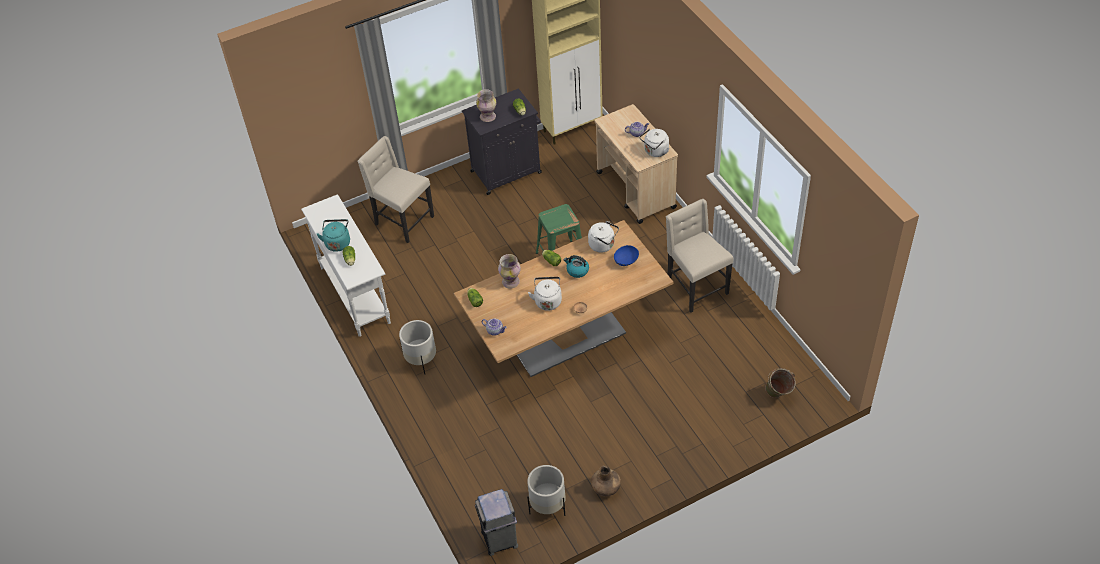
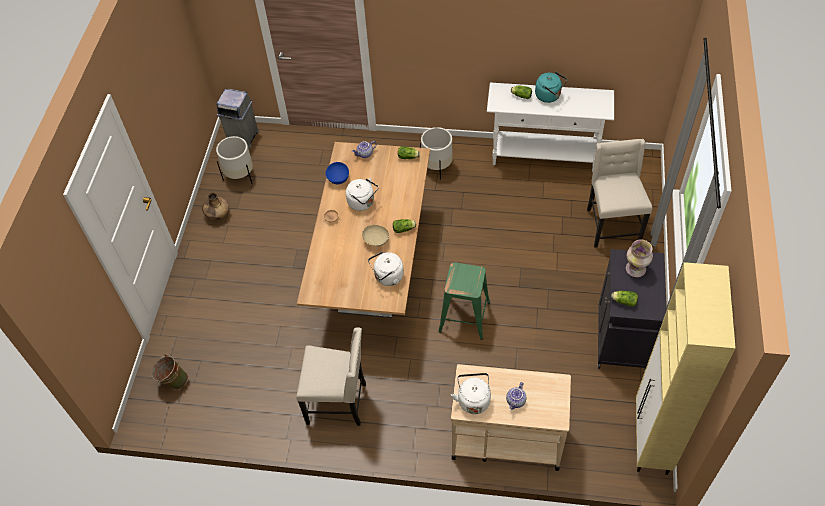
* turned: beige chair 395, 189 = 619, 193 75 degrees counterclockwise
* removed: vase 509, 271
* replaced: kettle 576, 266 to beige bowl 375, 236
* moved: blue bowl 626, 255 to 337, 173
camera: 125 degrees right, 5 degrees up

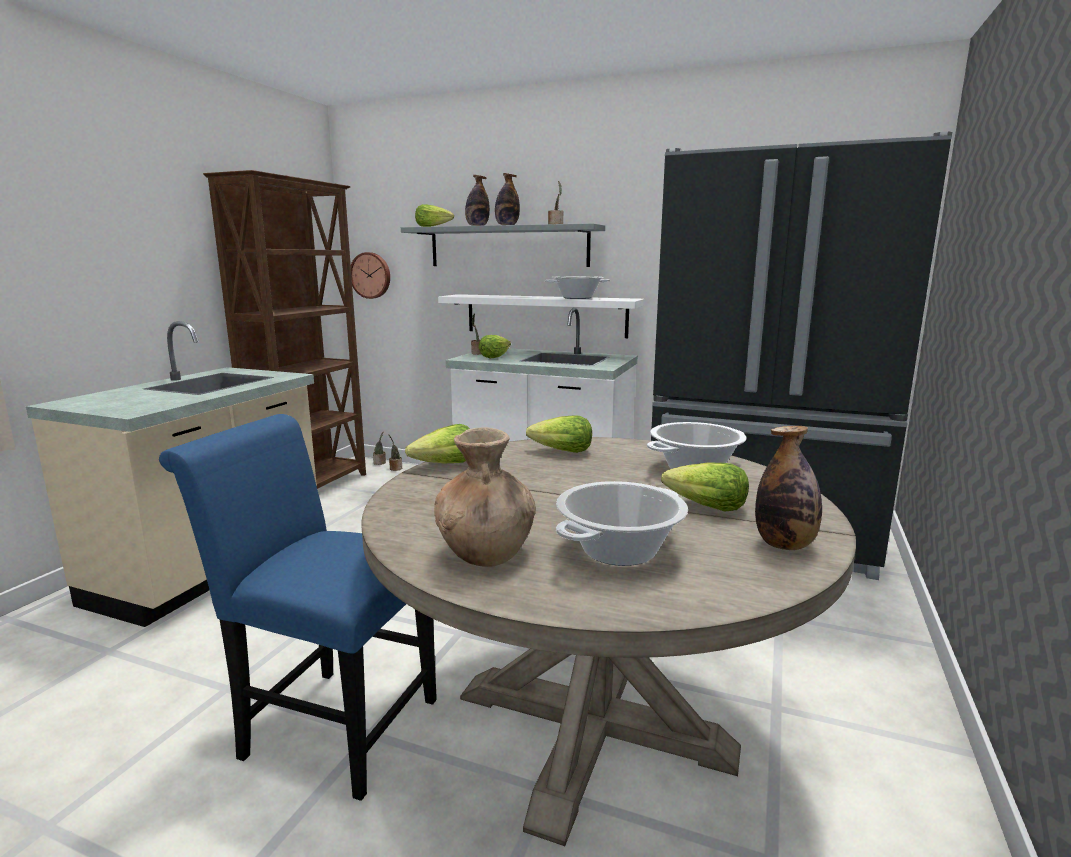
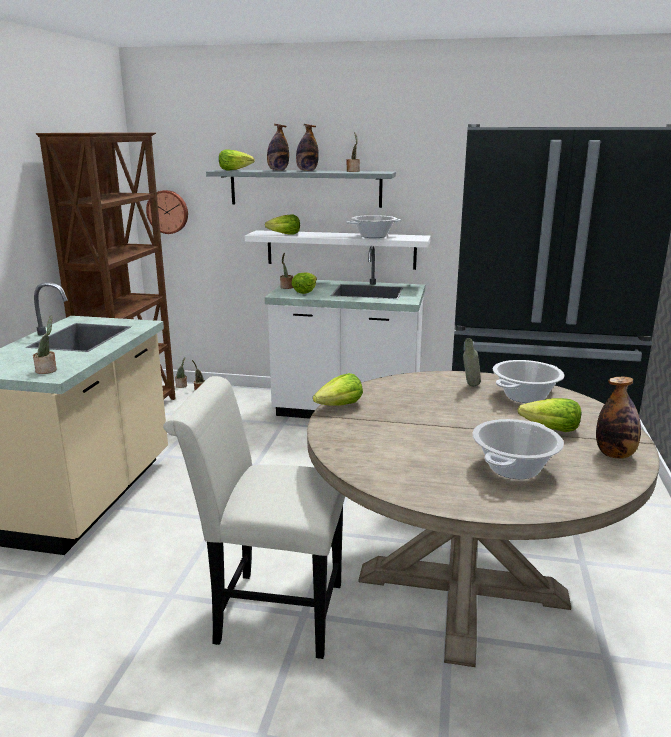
* recoloured: blue chair 298, 607 to white chair 254, 517
* removed: brown vase 485, 497
* moved: lettuce 559, 434 to 282, 225
* added: potted plant 45, 345
* added: grey bottle 472, 362
camera: 10 degrees left, 5 degrees up

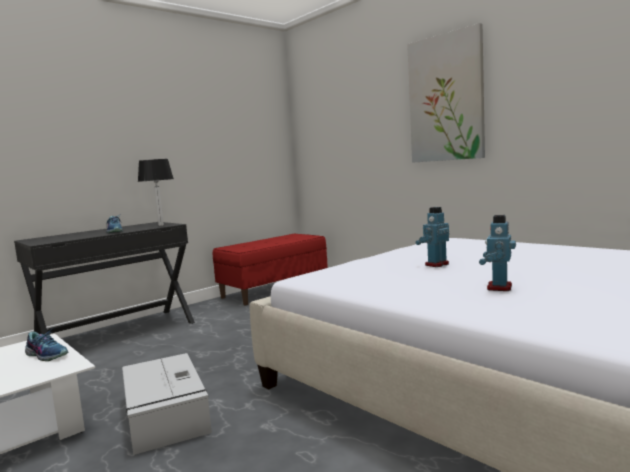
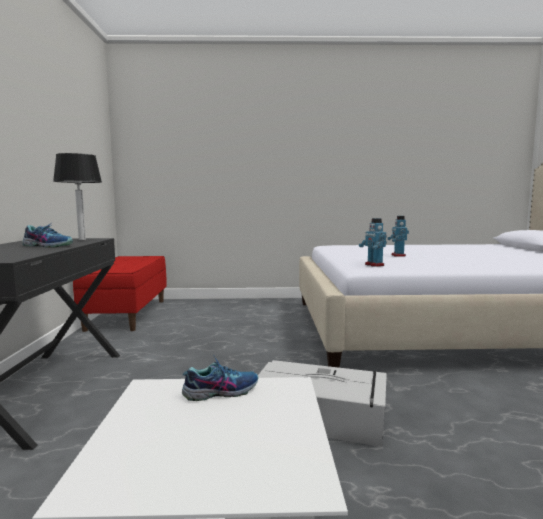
* removed: picture 446, 93
* moved: toy robot 497, 253 to 373, 242
camera: 50 degrees left, 0 degrees up

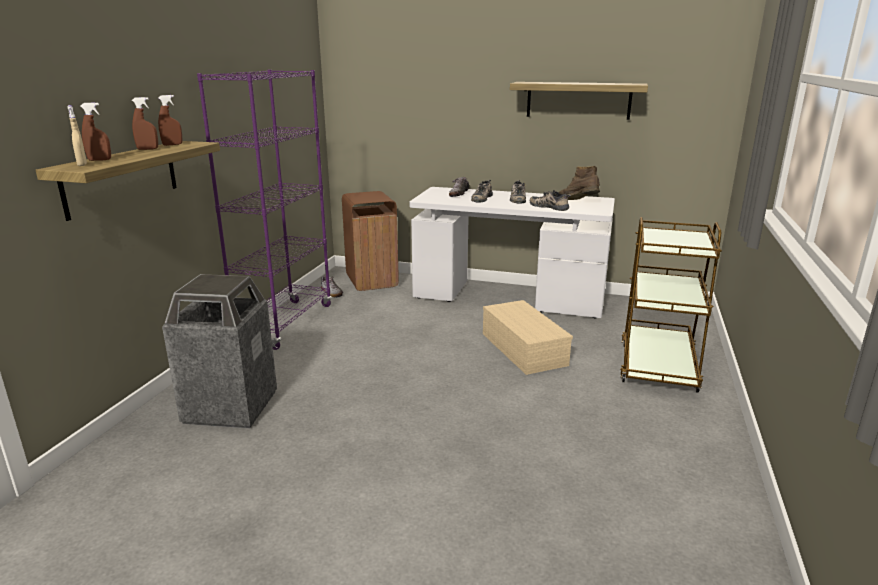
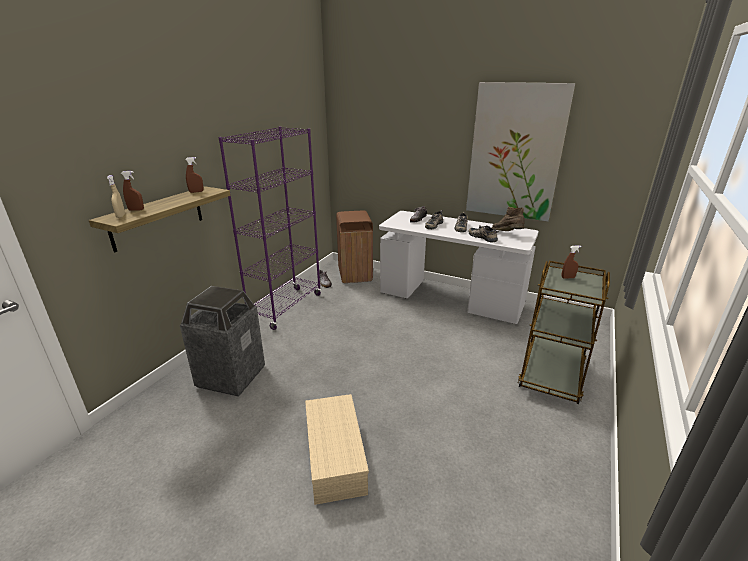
* moved: brown spray bottle 145, 123 to 571, 261
* moved: beige storage box 528, 337 to 337, 449
* replaced: shelf 579, 101 to picture 520, 151
camera: 10 degrees right, 5 degrees up

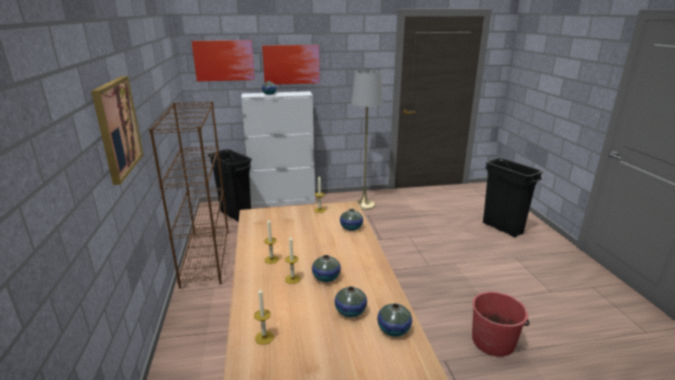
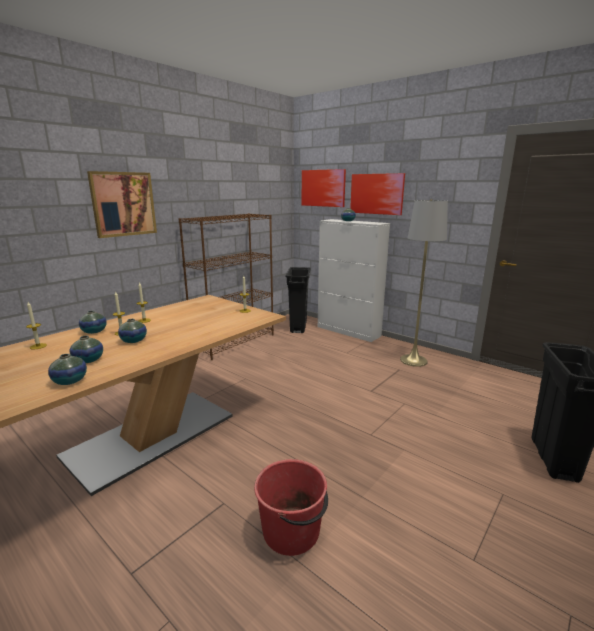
* moved: vase 351, 220 to 93, 322
camera: 50 degrees right, 5 degrees down

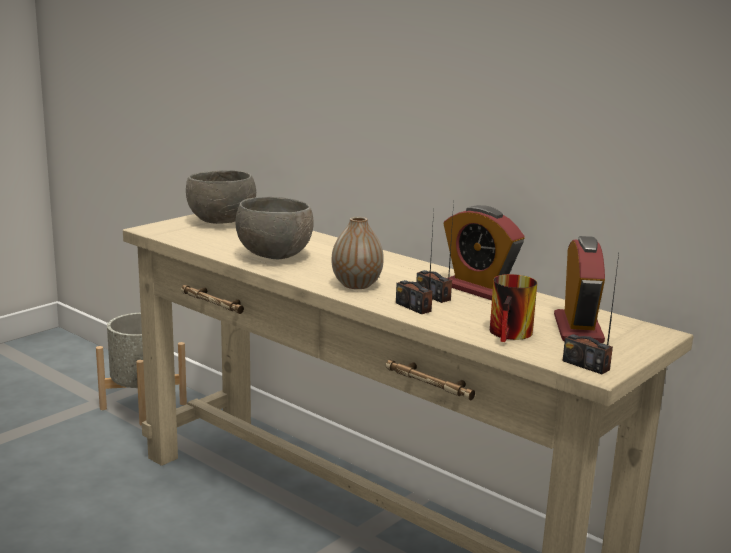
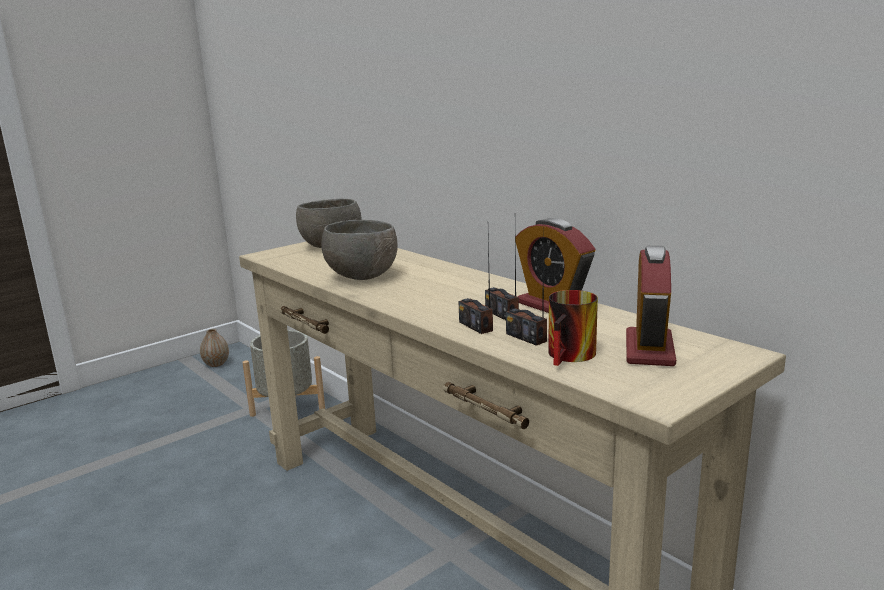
* moved: vase 358, 253 to 214, 348
* moved: radio 591, 314 to 526, 286
camera: 10 degrees right, 0 degrees up

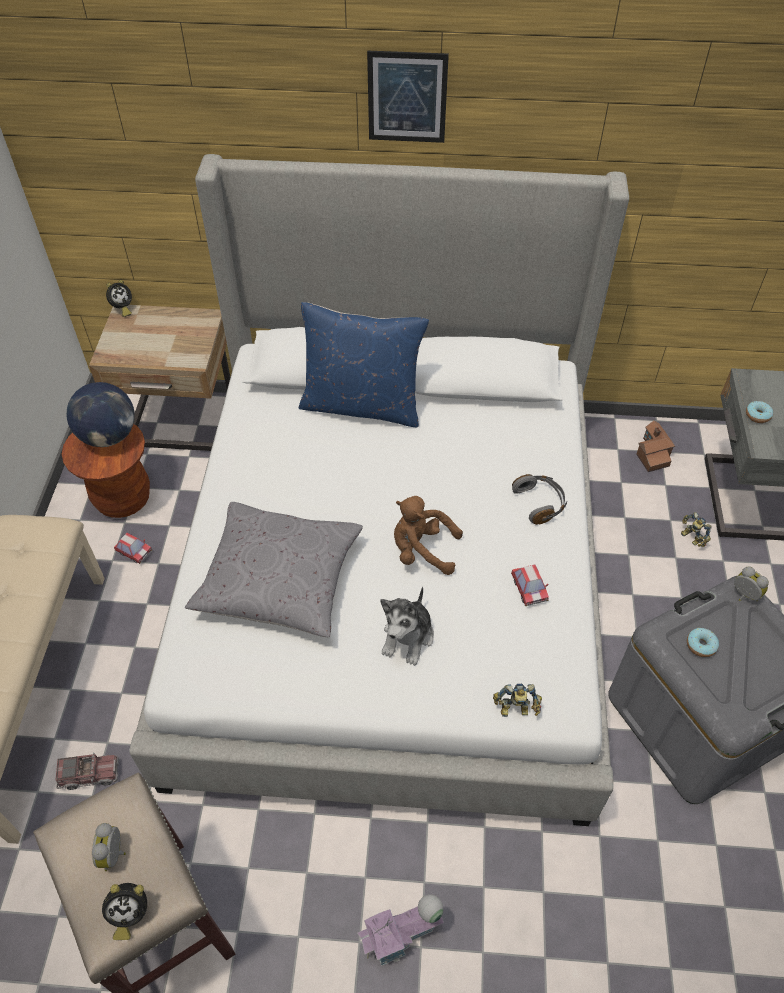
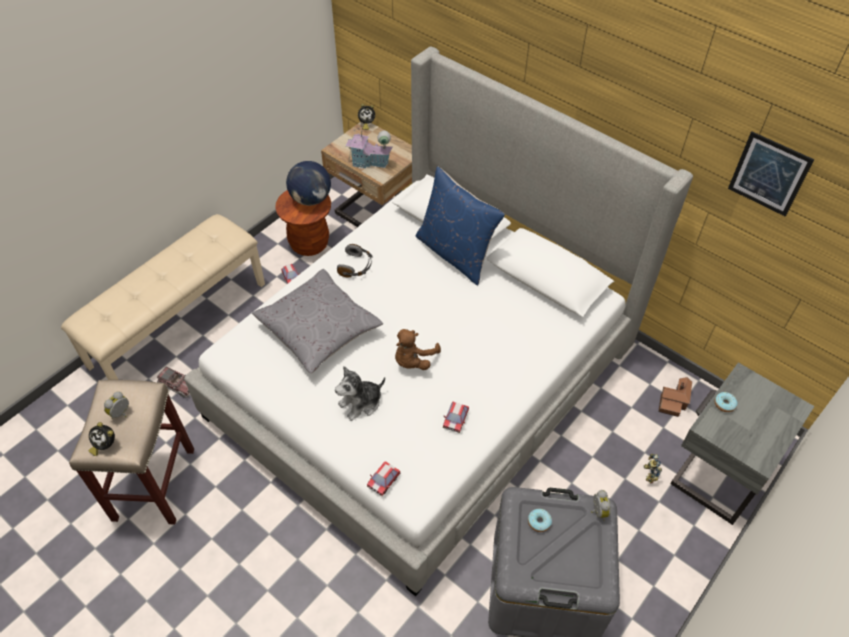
* moved: toy house 400, 930 to 369, 148
* moved: picture 408, 96 to 771, 174
* turned: brown plush toy 428, 535 = 418, 349 105 degrees counterclockwise
* replaced: toy robot 517, 700 to toy car 384, 478
* moved: grey headphones 539, 499 to 355, 261
camera: 35 degrees right, 0 degrees up

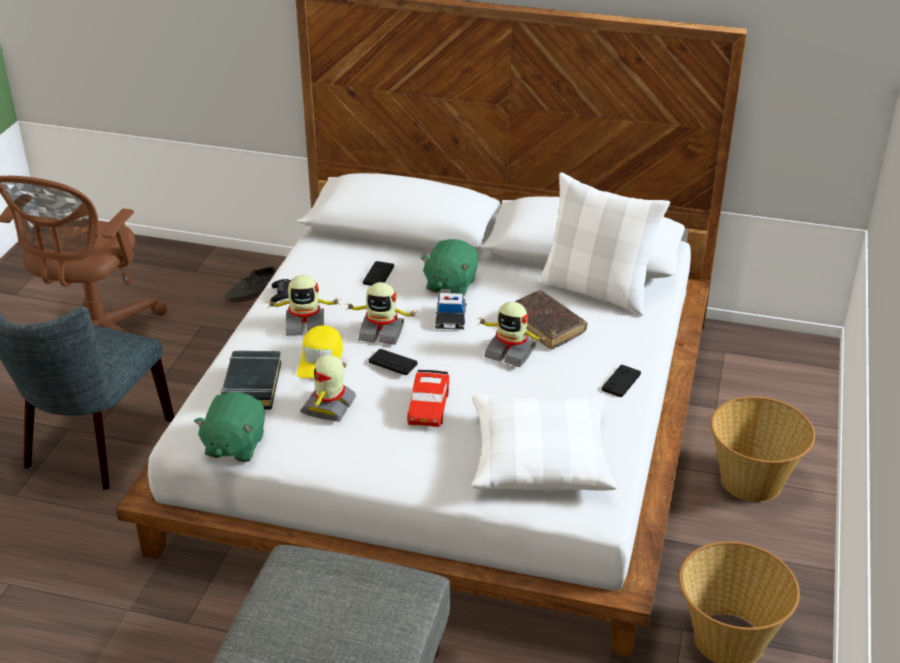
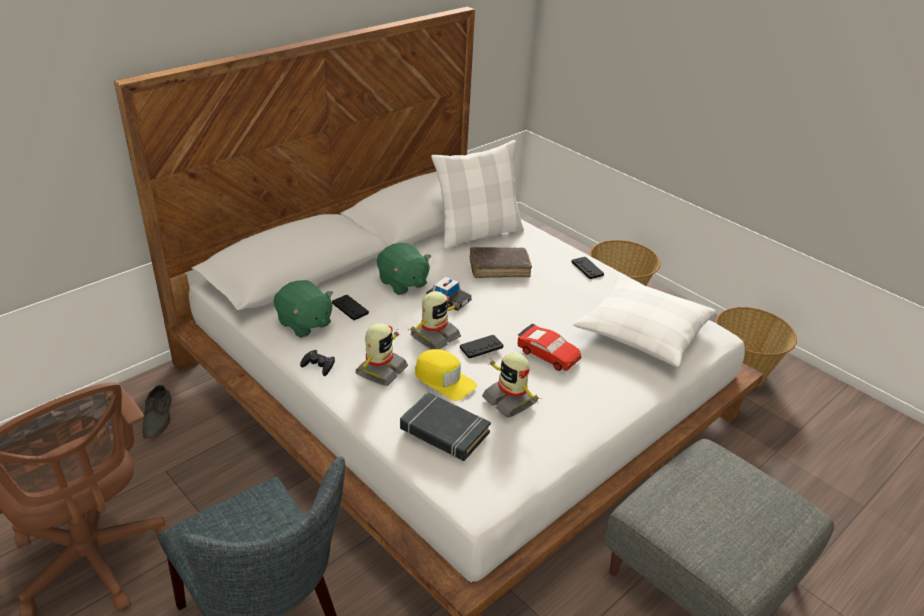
* moved: green plush toy 229, 427 to 303, 309
* removed: toy robot 512, 334
camera: 60 degrees left, 0 degrees up

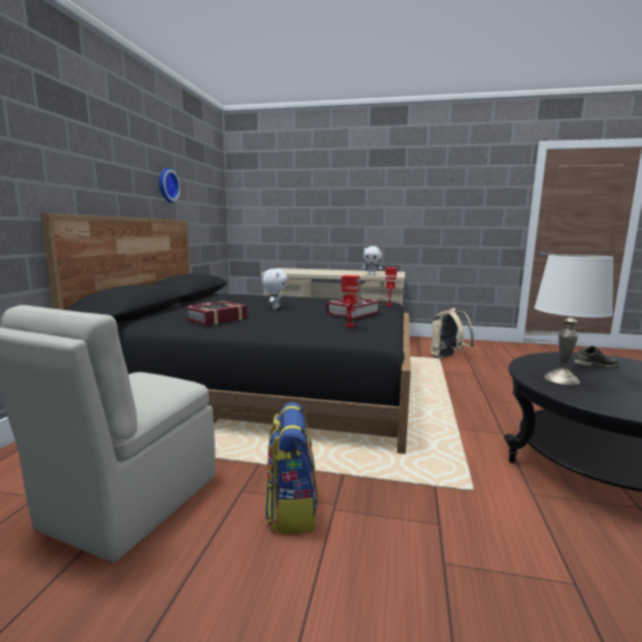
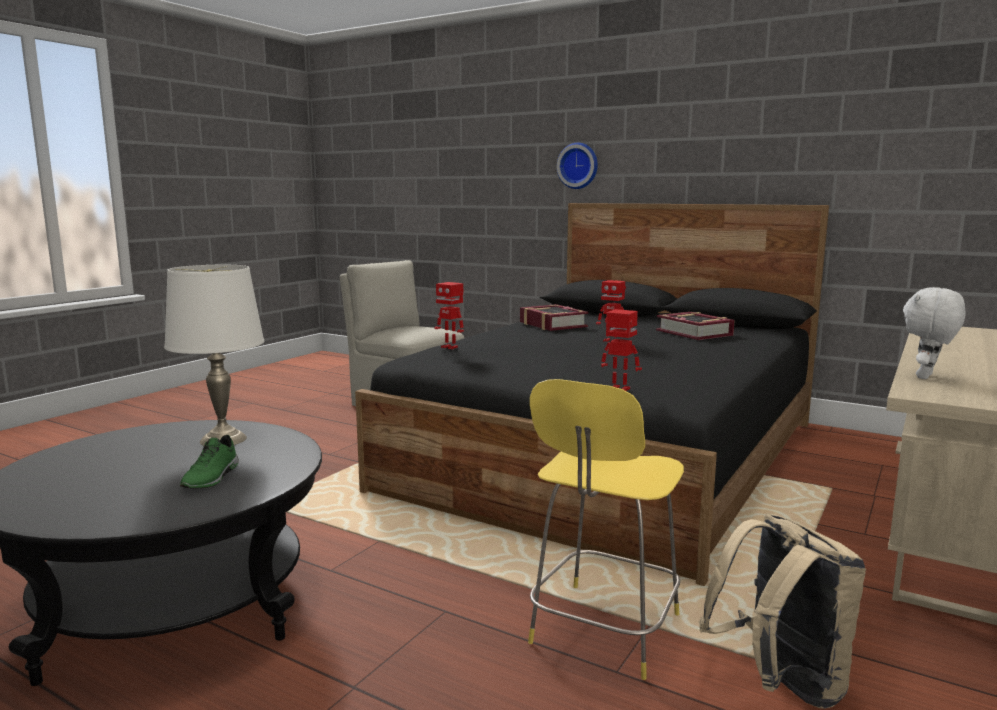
* moved: wall clock 170, 185 to 577, 166
* replaced: white plush toy 274, 289 to toy robot 611, 311
* removed: backpack 291, 468
* moved: book 354, 308 to 695, 326
* recoloured: grey shoe 596, 357 to green shoe 209, 462
* added: yellow stool 606, 529
camera: 110 degrees right, 0 degrees up

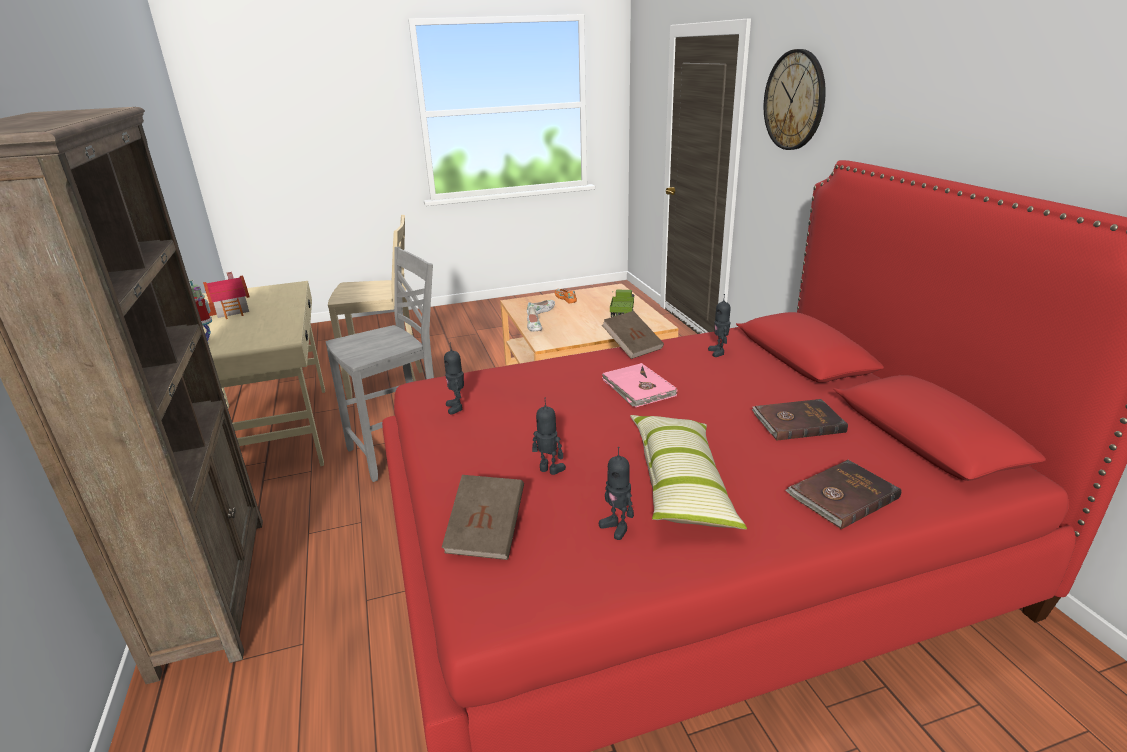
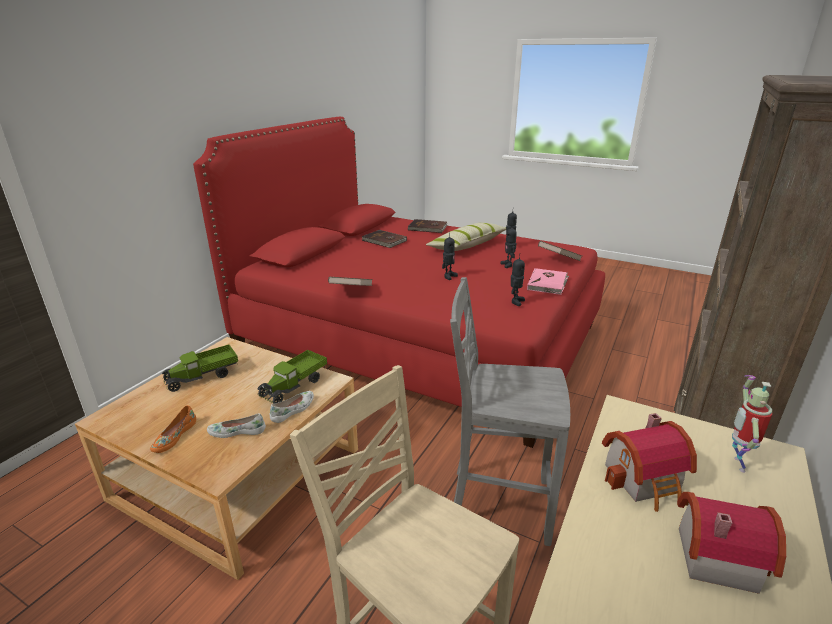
* moved: pink book 639, 385 to 548, 281
* moved: toy robot 719, 325 to 450, 258
* removed: wall clock 795, 99
* added: toy truck 292, 377
* added: toy house 649, 462
camera: 135 degrees left, 0 degrees up

